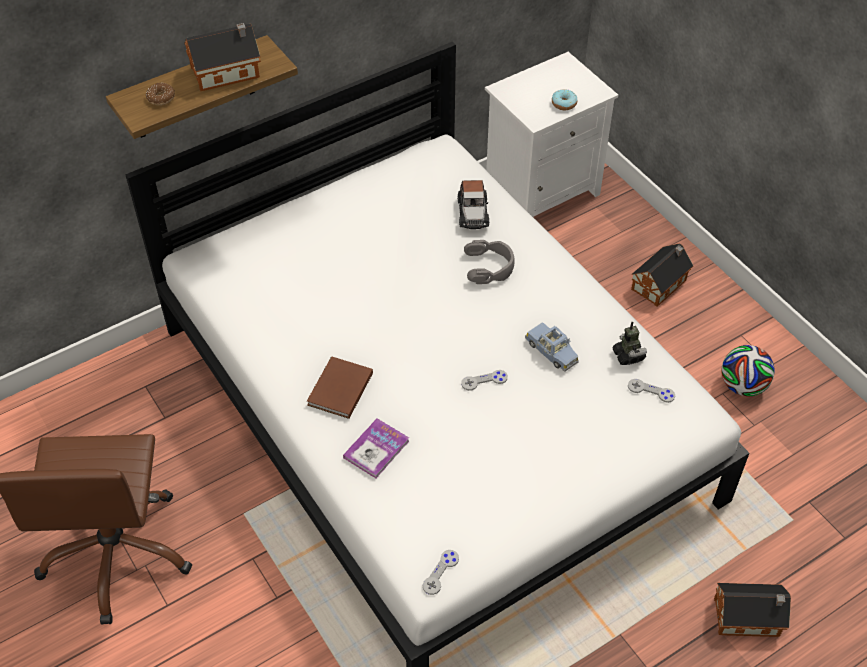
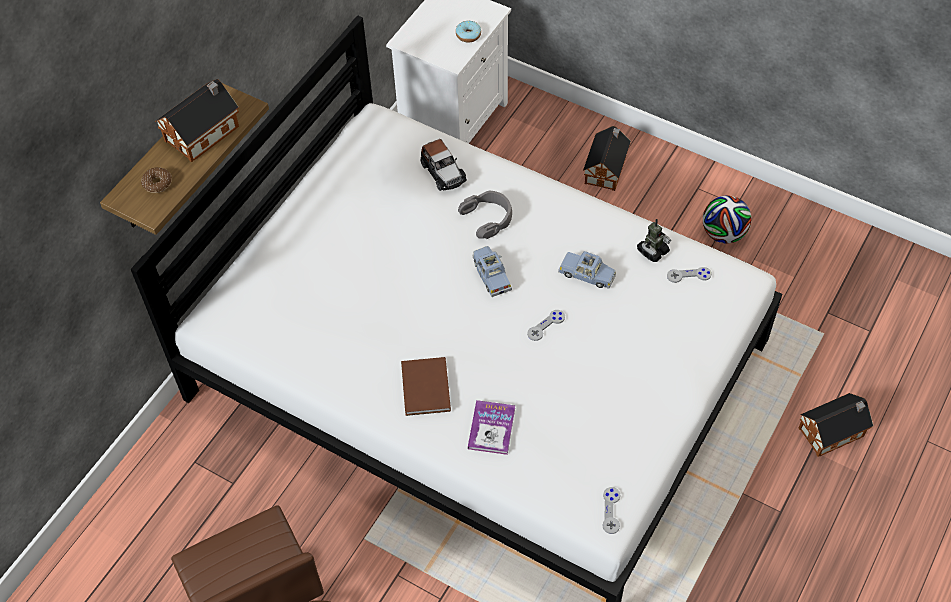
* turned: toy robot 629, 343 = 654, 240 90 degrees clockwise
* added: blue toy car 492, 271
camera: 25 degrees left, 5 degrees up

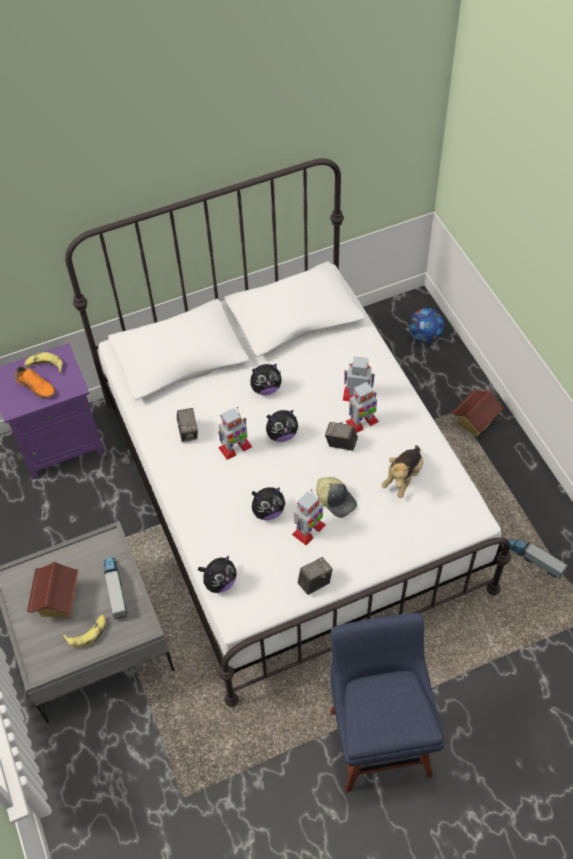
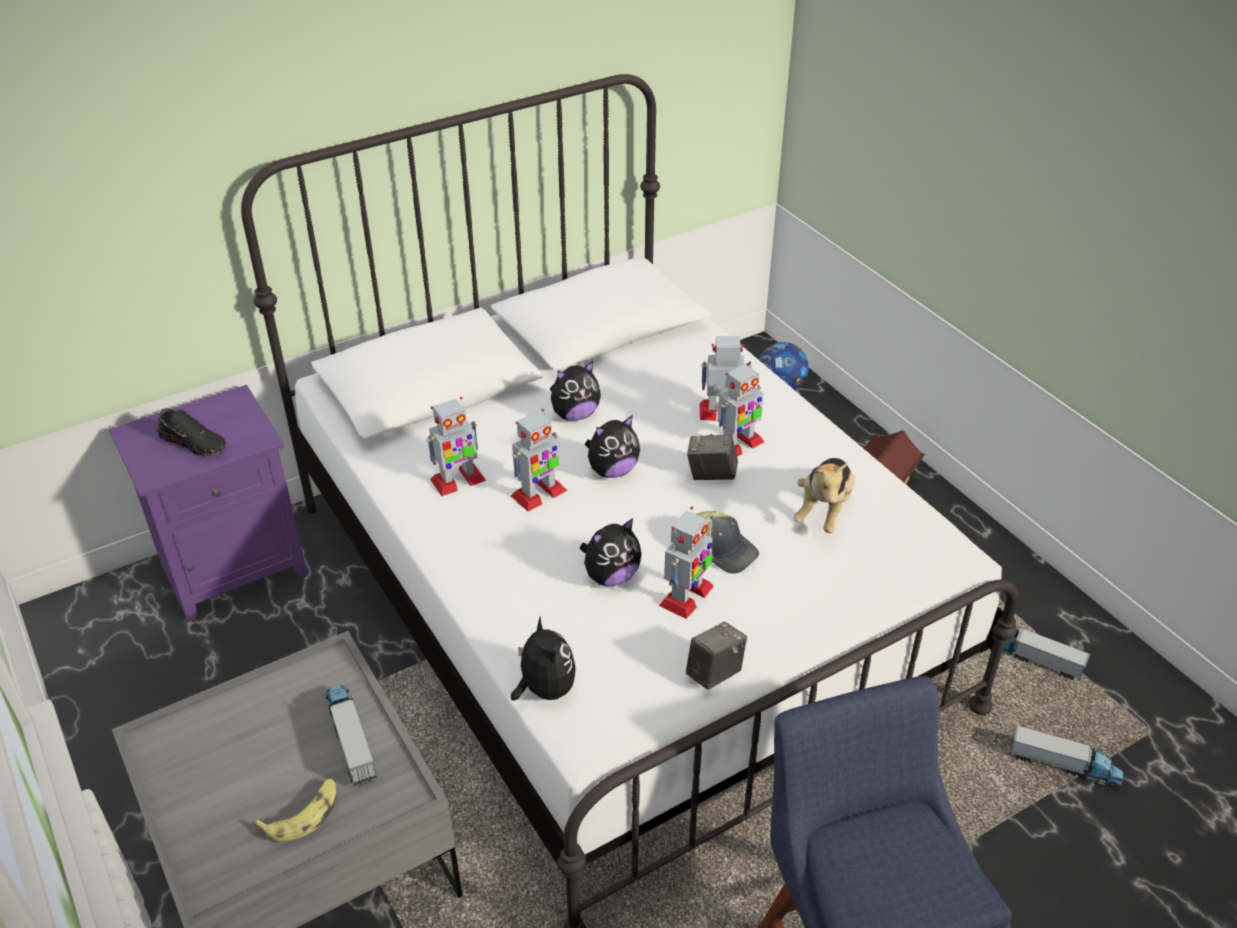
* recoloured: orange shoe 35, 382 to black shoe 191, 432
* removed: banana 43, 362
* removed: toy house 52, 590
* replaced: photo camera 187, 425 to toy robot 456, 446
* turned: plush toy 217, 574 = 543, 658 60 degrees counterclockwise
* added: toy truck 1066, 756
camera: 10 degrees left, 15 degrees down

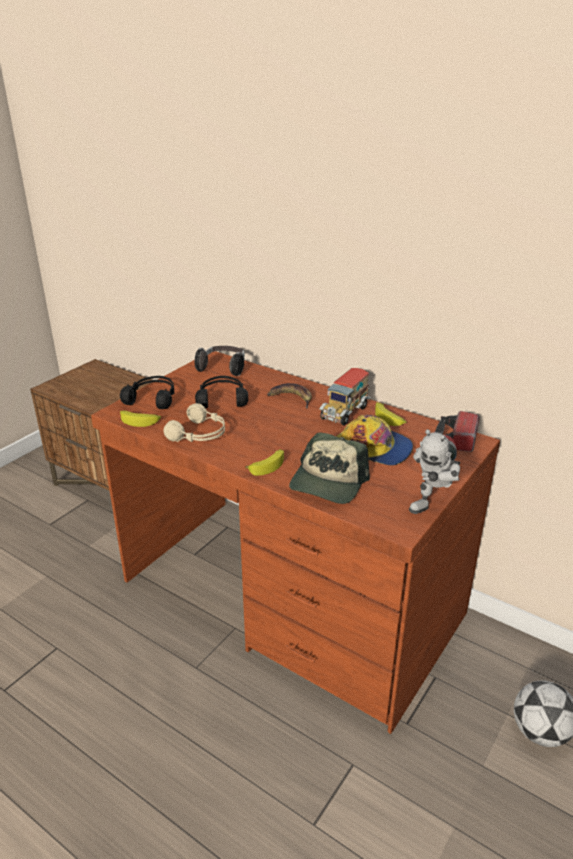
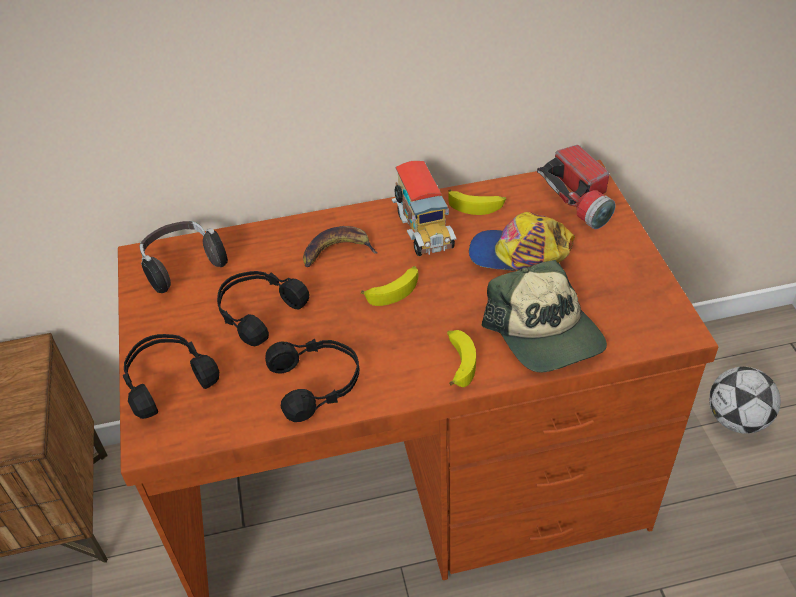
* moved: banana 140, 418 to 389, 286
* recoloured: beige headphones 194, 422 to black headphones 312, 380
* turned: cap 374, 440 = 522, 241 150 degrees counterclockwise
* removed: toy robot 434, 471
camera: 45 degrees left, 15 degrees up

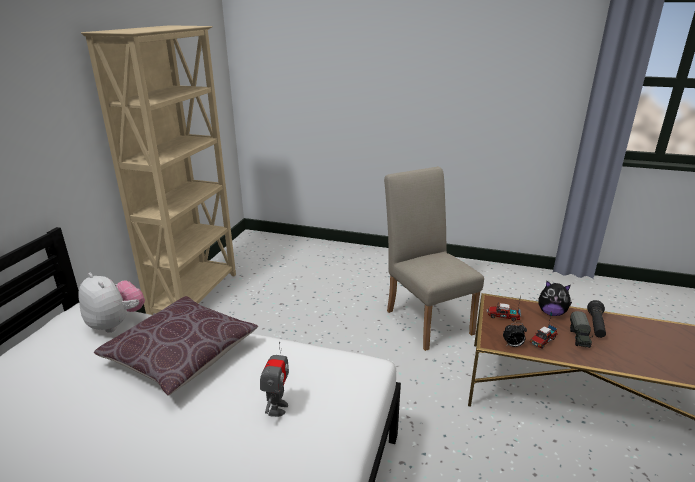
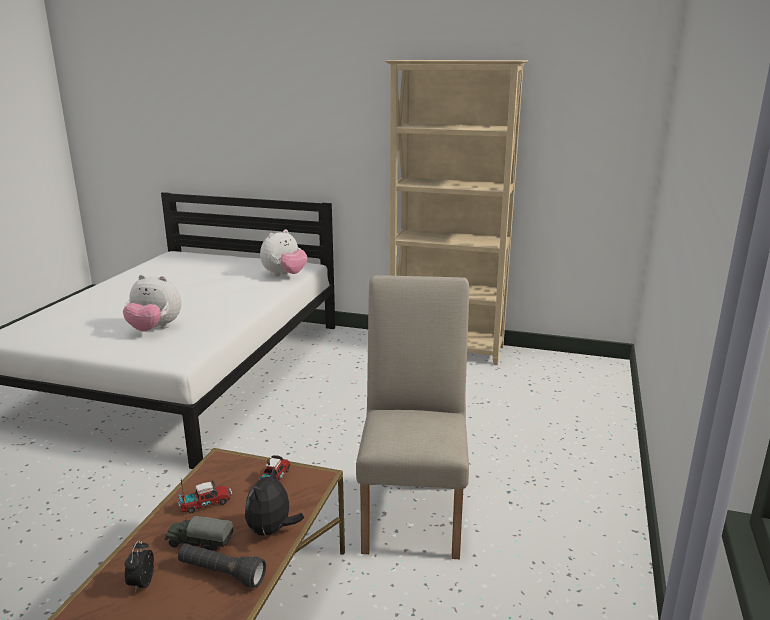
* removed: brown pillow 176, 346
* replaced: toy robot 274, 379 to plush toy 152, 303
* turned: beige chair 434, 259 = 412, 417 60 degrees counterclockwise
* moved: alarm clock 515, 335 to 139, 566
* turned: toy truck 544, 330 = 205, 496 105 degrees clockwise
camera: 90 degrees right, 5 degrees down

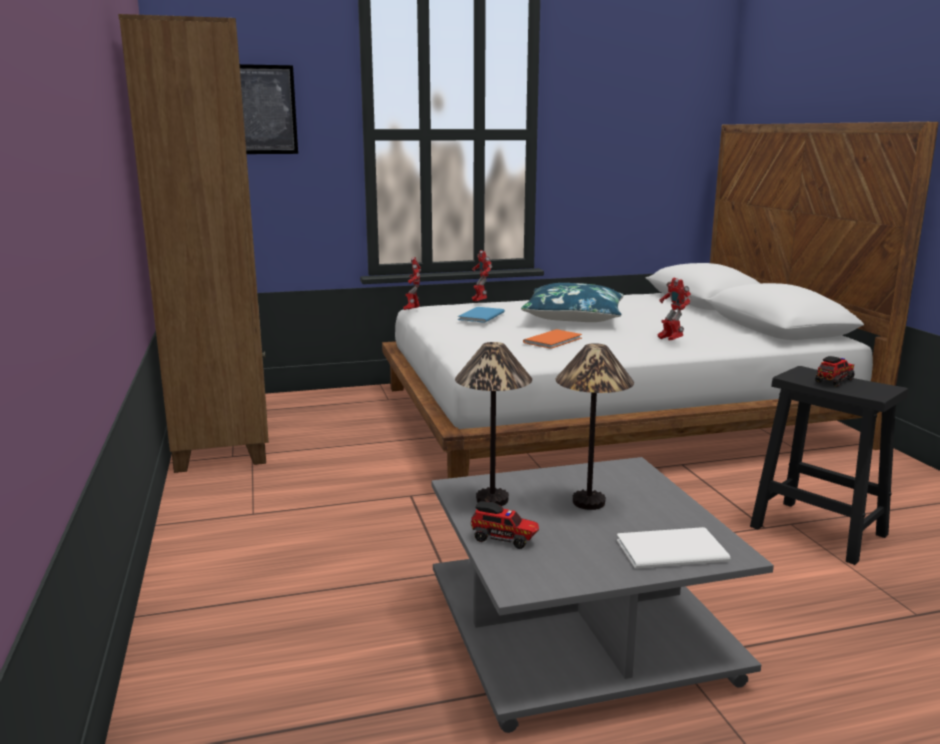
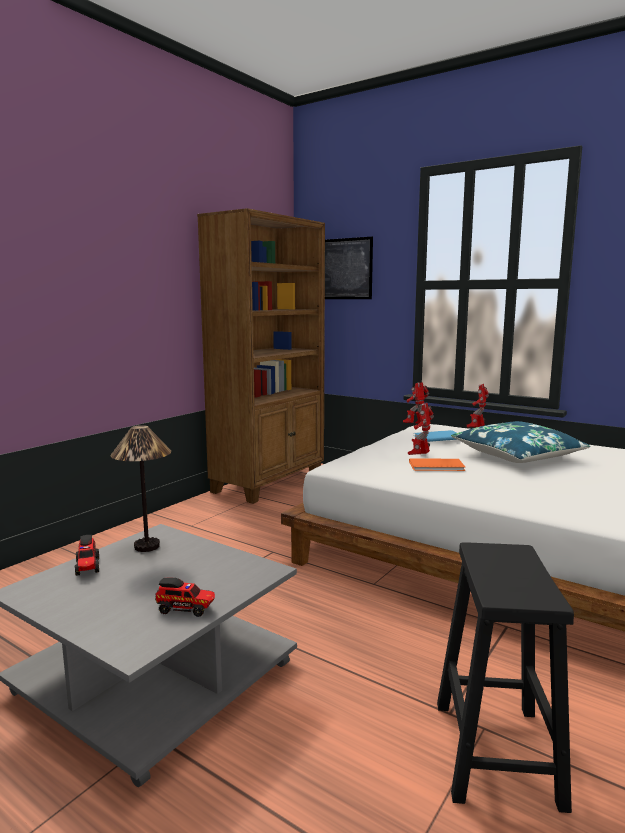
* removed: table lamp 595, 426
* removed: white book 673, 548
* moved: toy robot 674, 309 to 421, 429
* moved: toy truck 834, 371 to 185, 597
camera: 50 degrees right, 5 degrees down

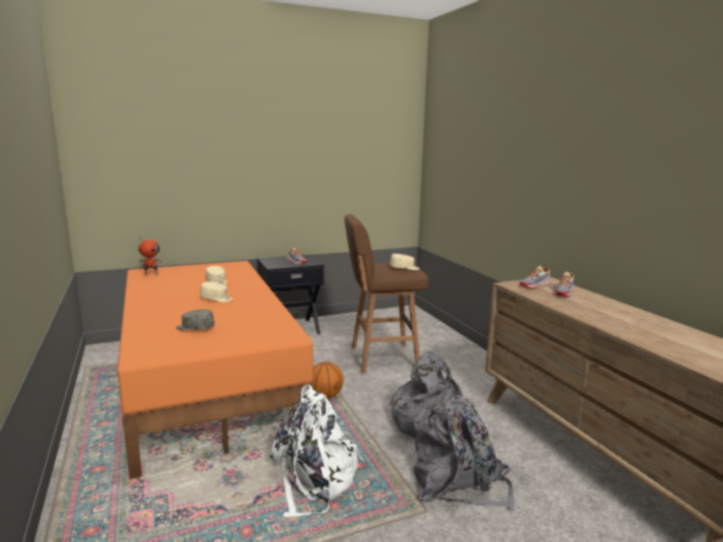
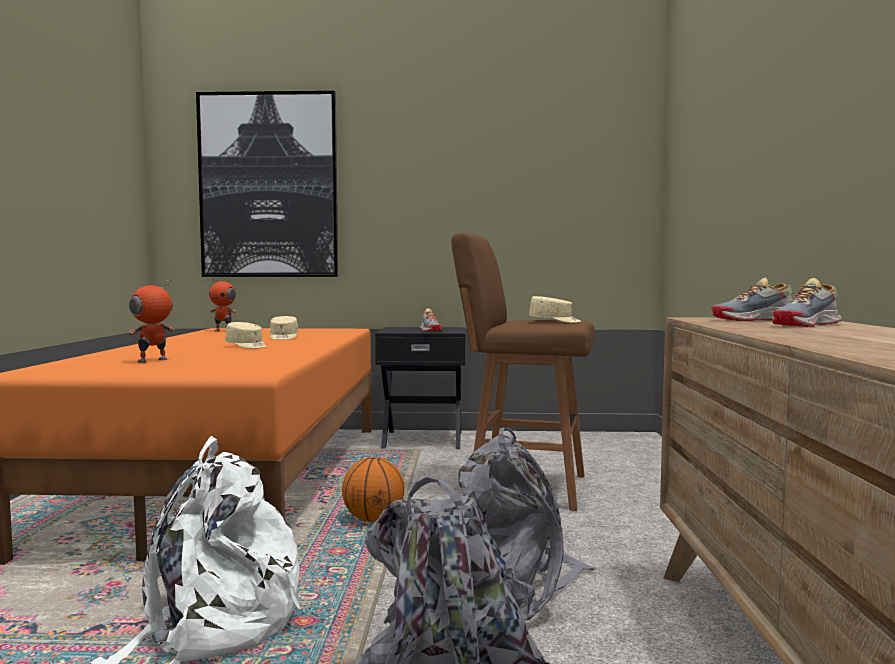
* replaced: grey cap 195, 320 to toy robot 152, 321
* added: picture 267, 184
camera: 25 degrees right, 10 degrees down

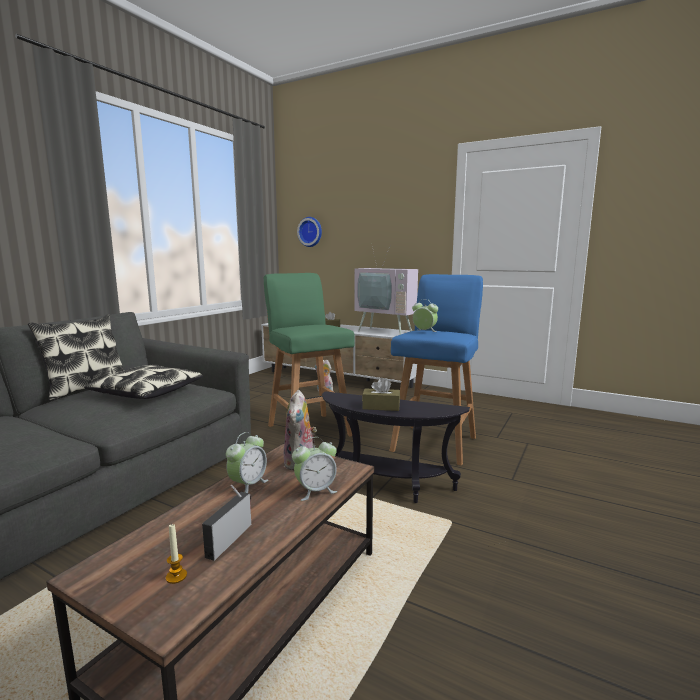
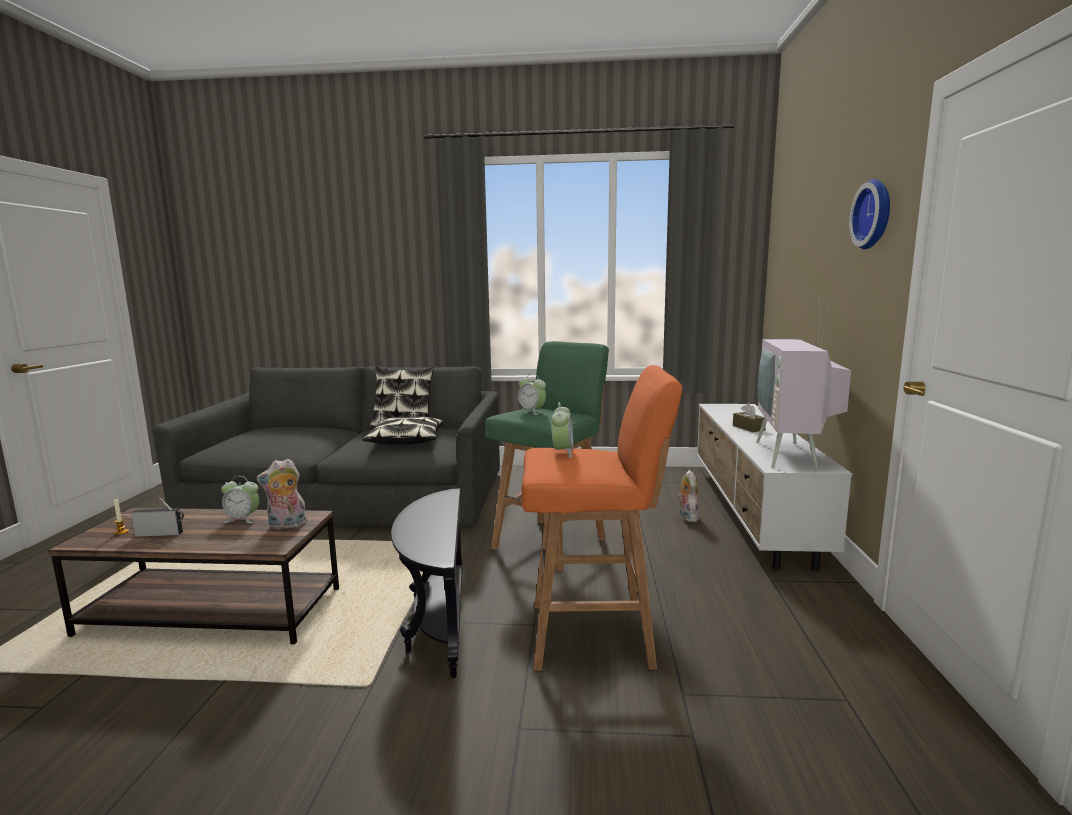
* moved: alarm clock 314, 469 to 532, 394
* moved: wall clock 309, 232 to 869, 214
* removed: brown tissue box 381, 394
* recoloured: blue stool 436, 370 to orange stool 602, 518
camera: 65 degrees right, 0 degrees up

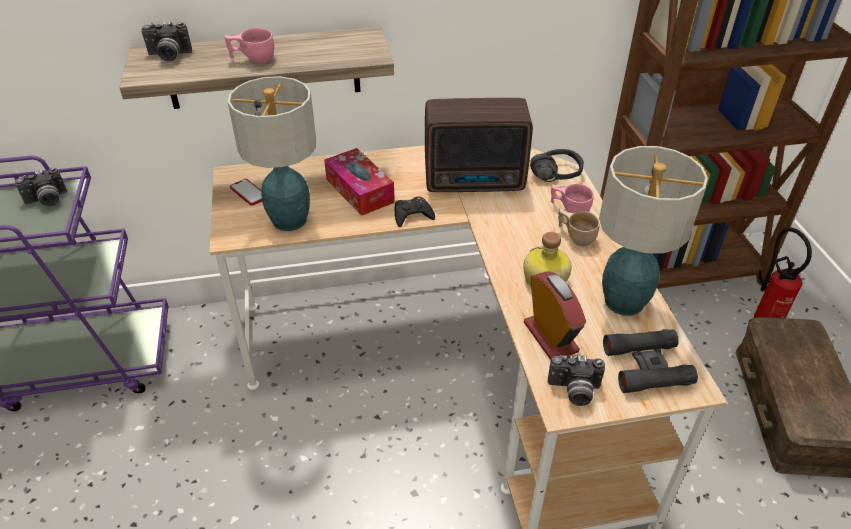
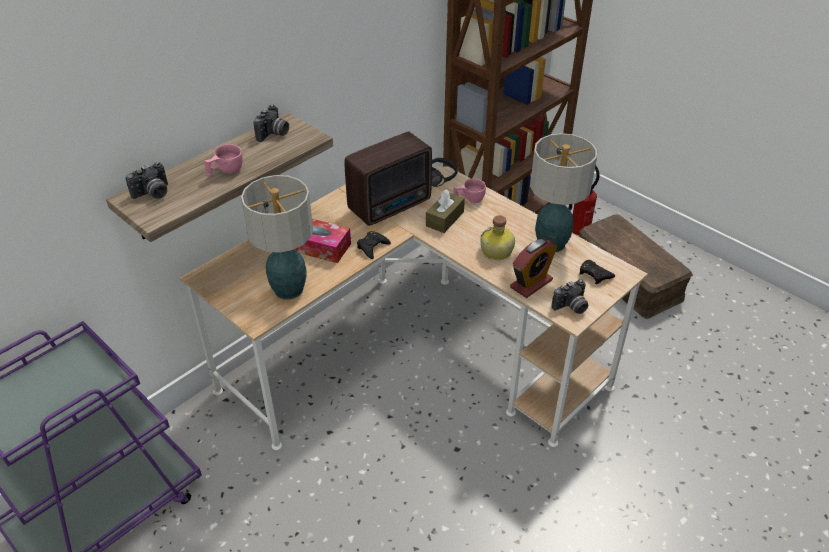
* moved: photo camera 41, 187 to 271, 123
* removed: phone 246, 192
* turned: alarm clock 555, 315 = 533, 268 105 degrees clockwise
* removed: beige cup 579, 227
* replaced: black binoculars 650, 361 to black game controller 597, 272
* added: brown tissue box 445, 211
camera: 35 degrees left, 0 degrees up

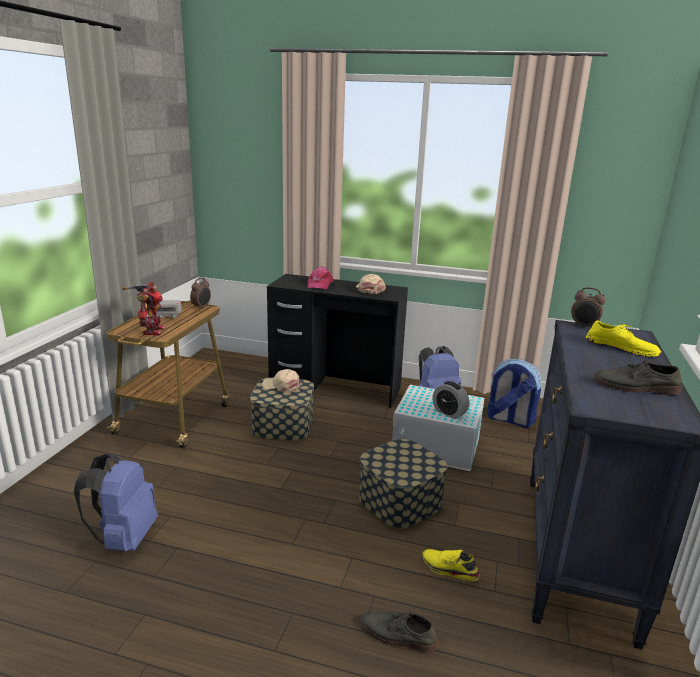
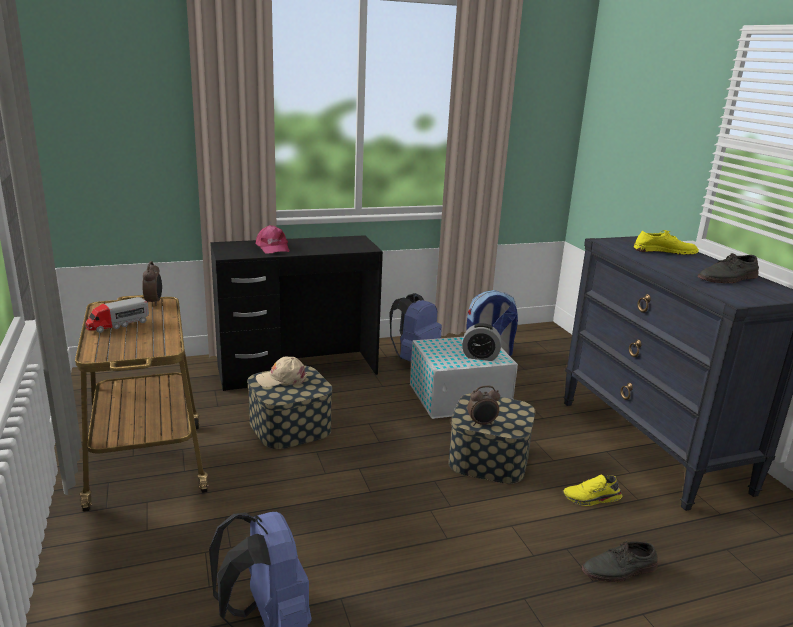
* removed: toy robot 144, 308
* removed: beige cap 371, 284
* moved: alarm clock 588, 307 to 483, 406
camera: 35 degrees left, 0 degrees up

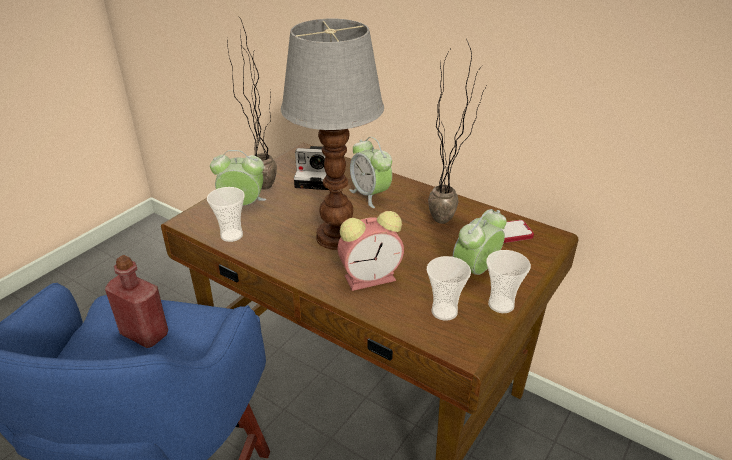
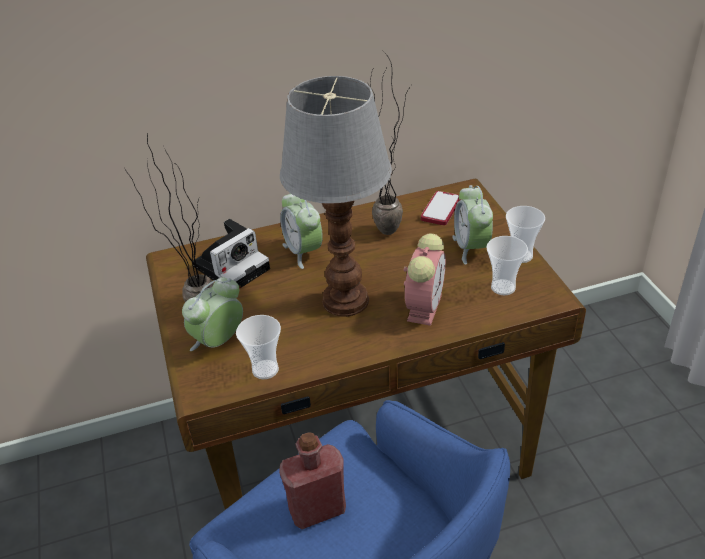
* turned: alarm clock 370, 172 = 301, 231 60 degrees clockwise
camera: 50 degrees left, 5 degrees up

